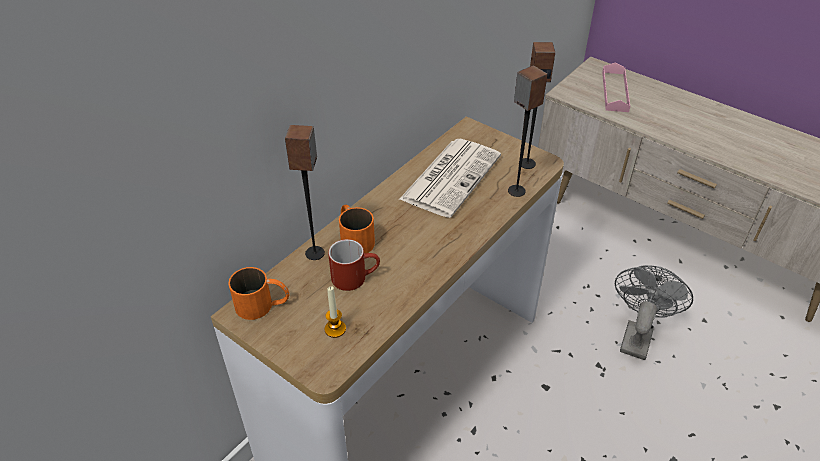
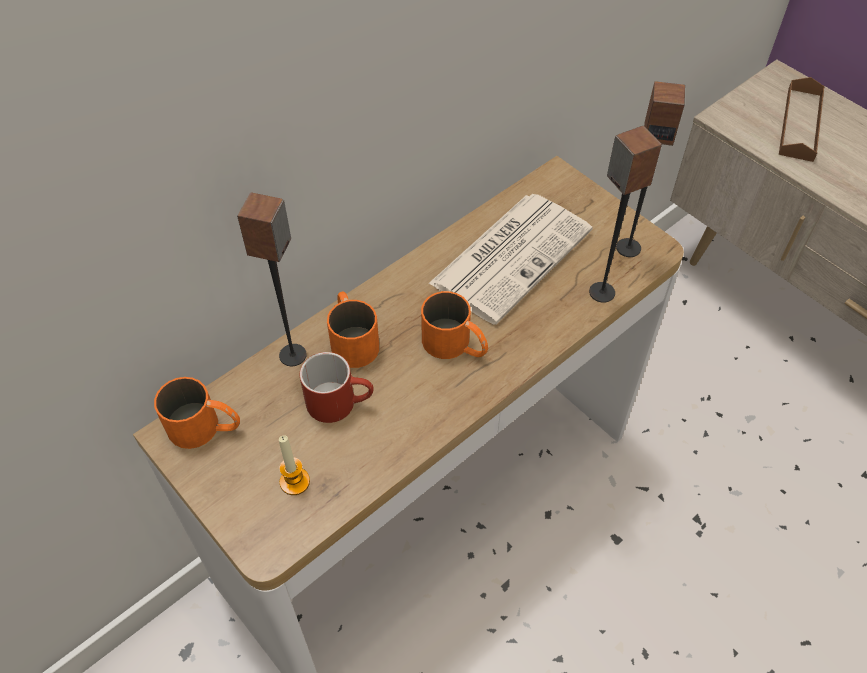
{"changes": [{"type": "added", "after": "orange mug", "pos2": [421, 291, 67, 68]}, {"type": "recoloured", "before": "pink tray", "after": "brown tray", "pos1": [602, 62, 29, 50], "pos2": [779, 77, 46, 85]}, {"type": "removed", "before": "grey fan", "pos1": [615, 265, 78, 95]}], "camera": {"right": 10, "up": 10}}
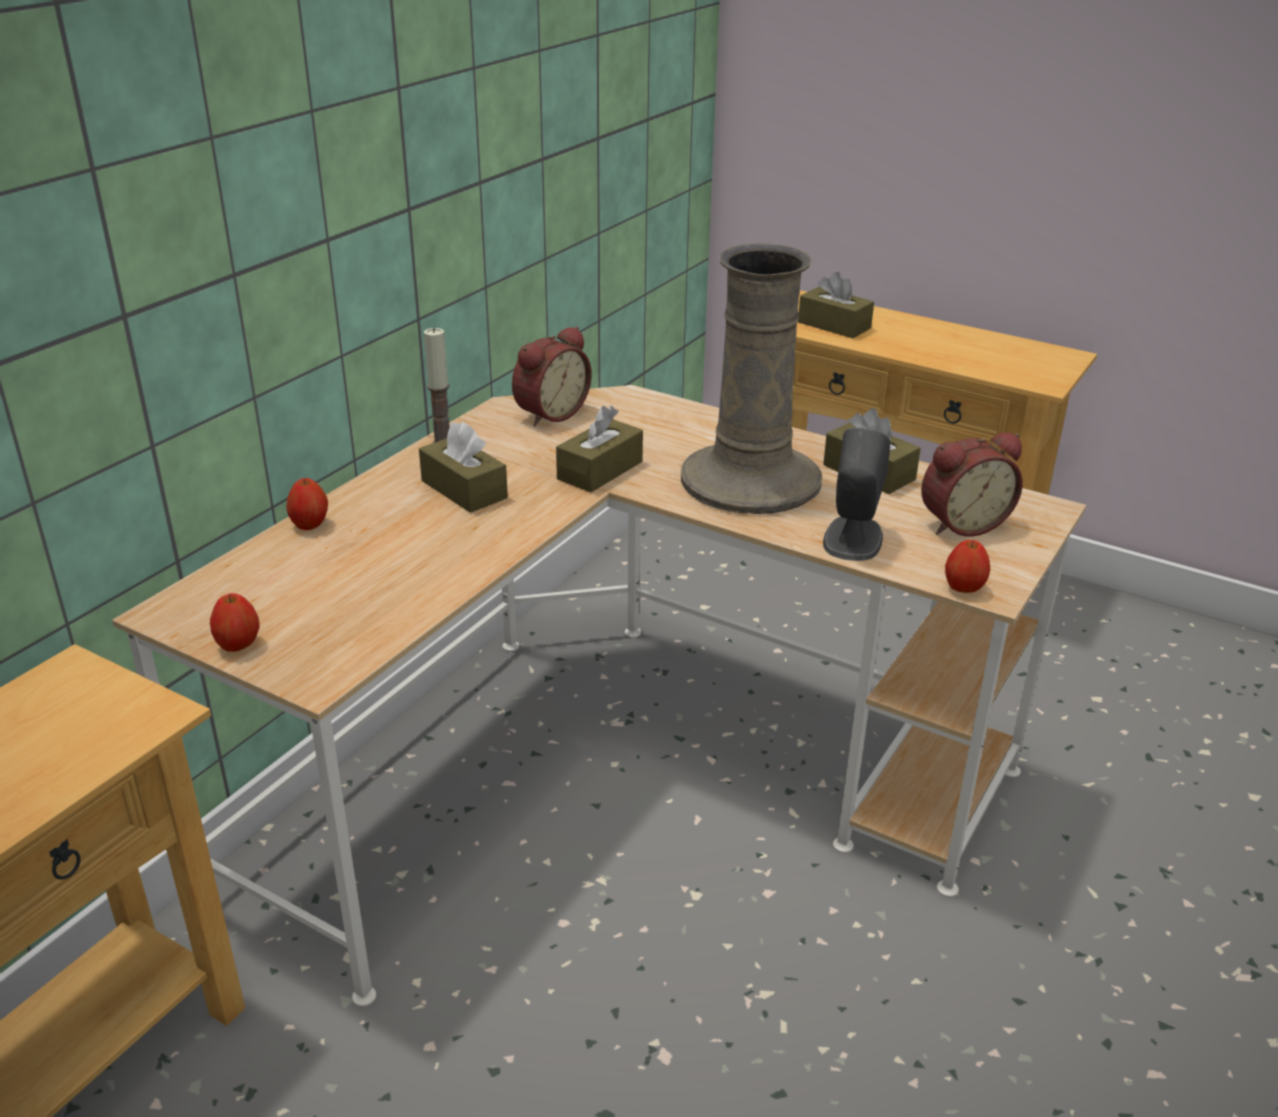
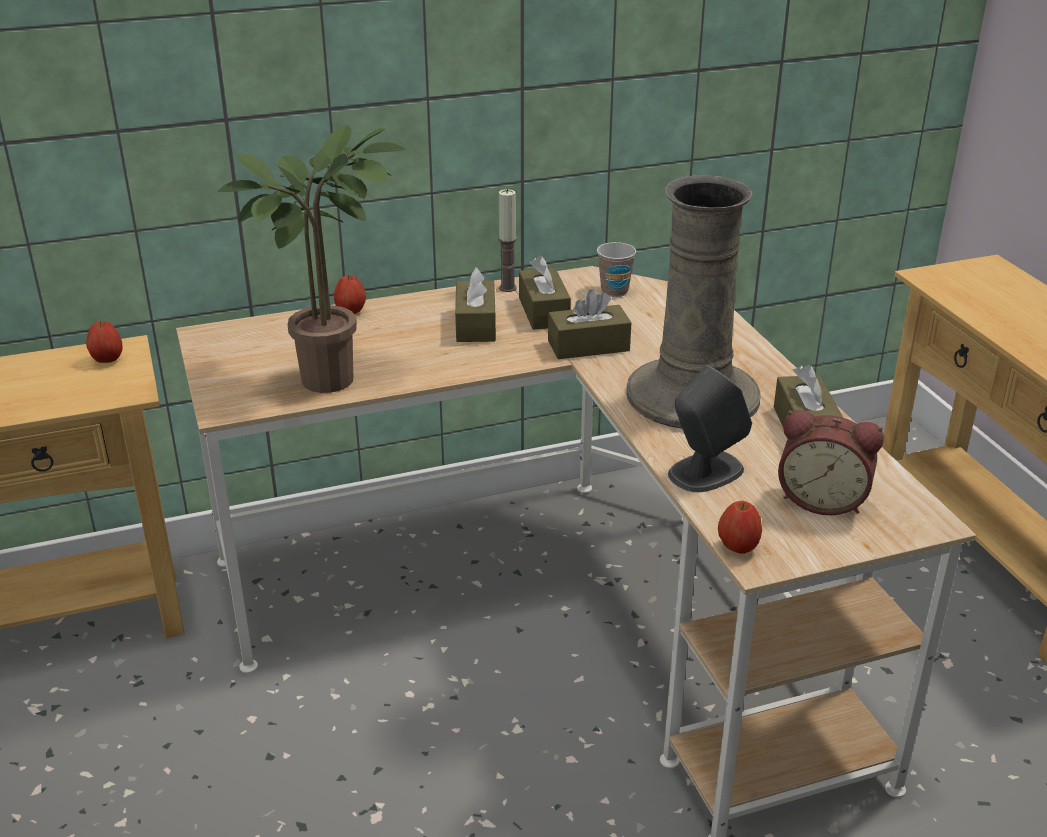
{"changes": [{"type": "moved", "before": "apple", "pos1": [210, 593, 49, 59], "pos2": [86, 321, 37, 42]}, {"type": "added", "after": "potted plant", "pos2": [217, 125, 189, 268]}, {"type": "moved", "before": "brown tissue box", "pos1": [798, 272, 76, 66], "pos2": [519, 256, 52, 74]}, {"type": "replaced", "before": "alarm clock", "after": "cup", "pos1": [512, 326, 80, 100], "pos2": [597, 242, 39, 55]}], "camera": {"right": 40, "up": 0}}
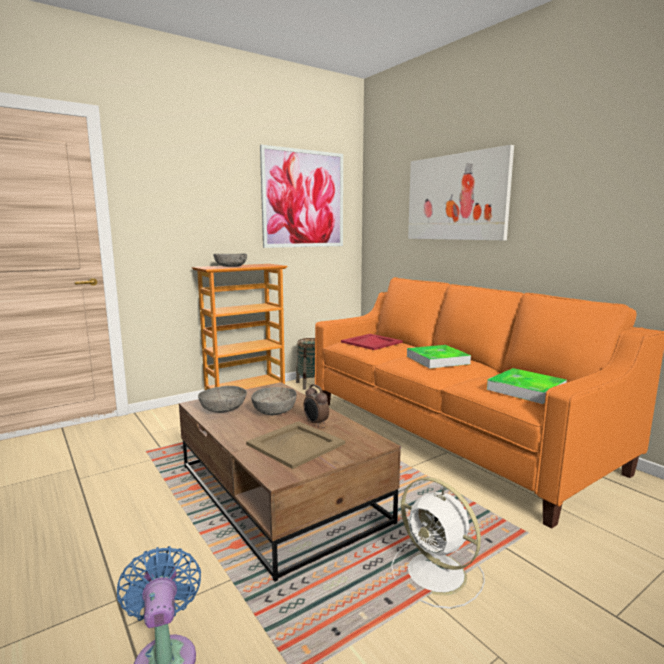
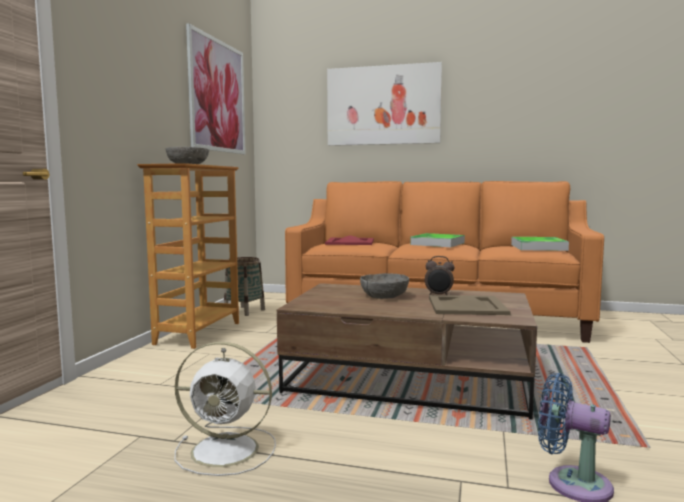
{"changes": [{"type": "moved", "before": "white fan", "pos1": [391, 477, 94, 132], "pos2": [174, 342, 102, 134]}, {"type": "removed", "before": "grey bowl", "pos1": [198, 386, 49, 27]}], "camera": {"right": -40, "up": -5}}
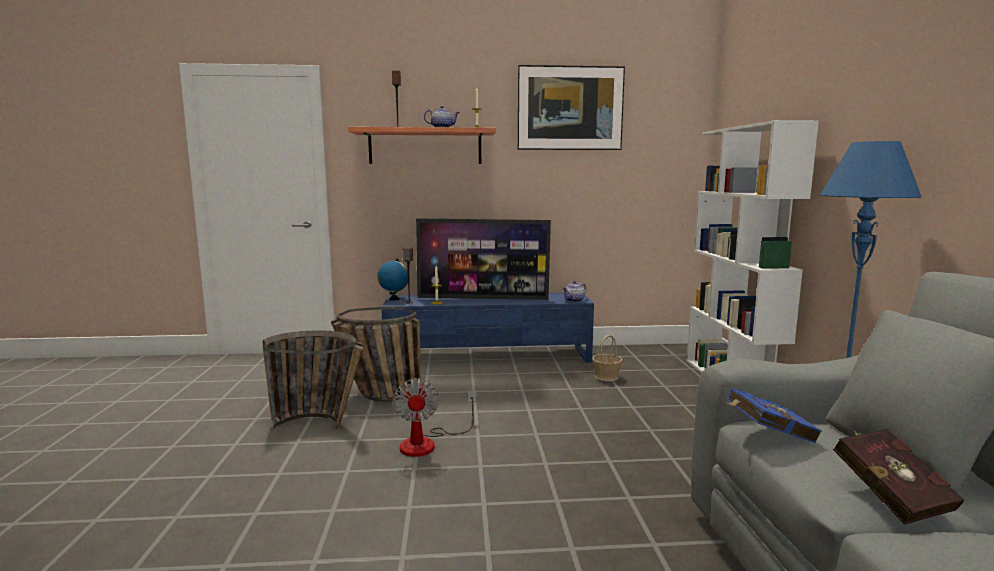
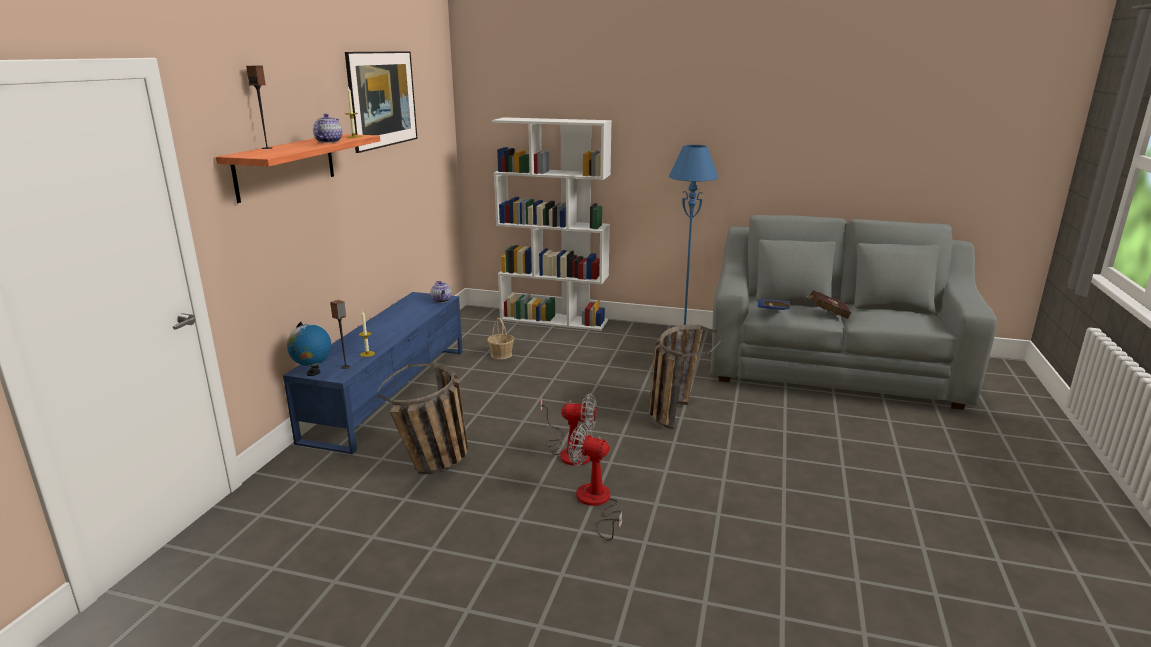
{"changes": [{"type": "added", "after": "fan", "pos2": [568, 423, 55, 118]}, {"type": "moved", "before": "basket", "pos1": [262, 330, 101, 100], "pos2": [649, 324, 72, 105]}, {"type": "removed", "before": "television", "pos1": [416, 218, 135, 82]}], "camera": {"right": -70, "up": 10}}
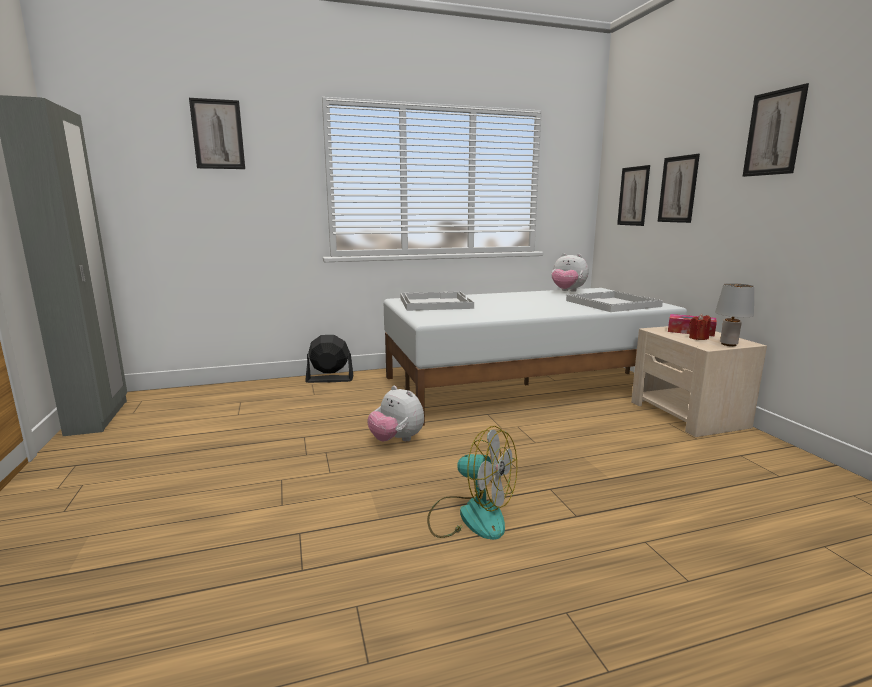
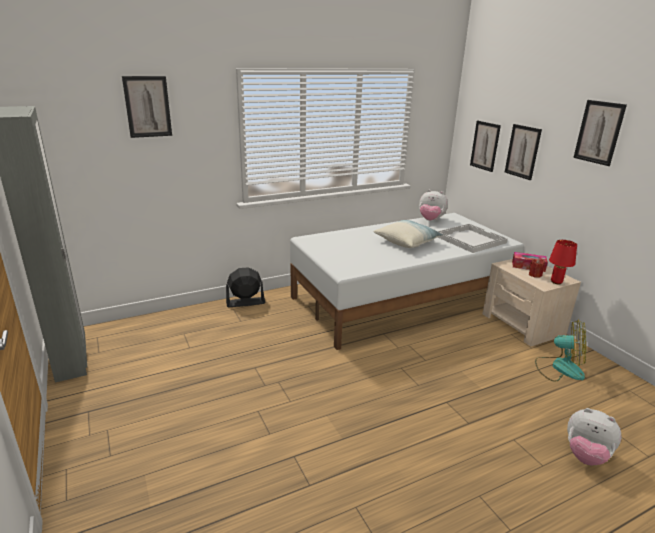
{"changes": [{"type": "added", "after": "pillow", "pos2": [373, 220, 70, 28]}, {"type": "moved", "before": "fan", "pos1": [427, 426, 90, 114], "pos2": [535, 320, 51, 62]}, {"type": "recoloured", "before": "grey table lamp", "after": "red table lamp", "pos1": [715, 283, 39, 63], "pos2": [549, 240, 28, 44]}, {"type": "moved", "before": "plush toy", "pos1": [368, 386, 56, 56], "pos2": [567, 408, 54, 57]}, {"type": "removed", "before": "white tray", "pos1": [401, 291, 73, 20]}], "camera": {"right": -10, "up": 10}}
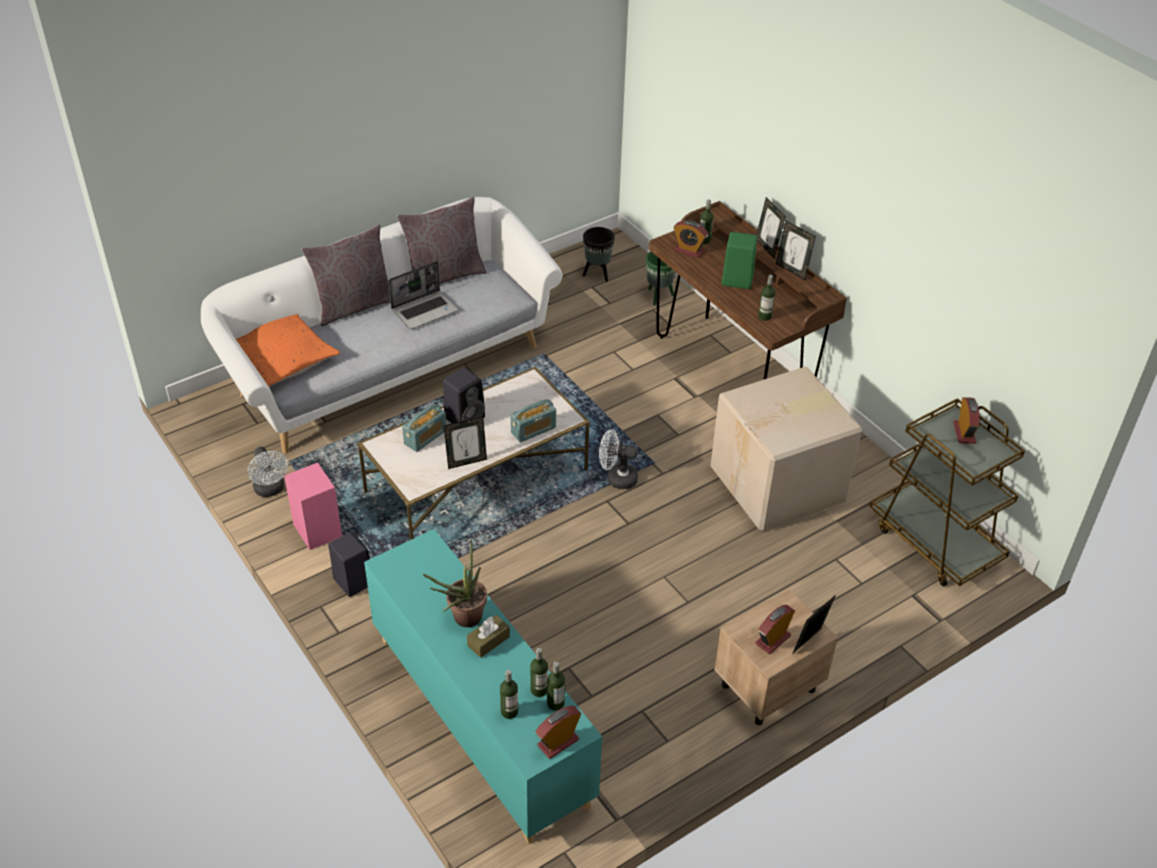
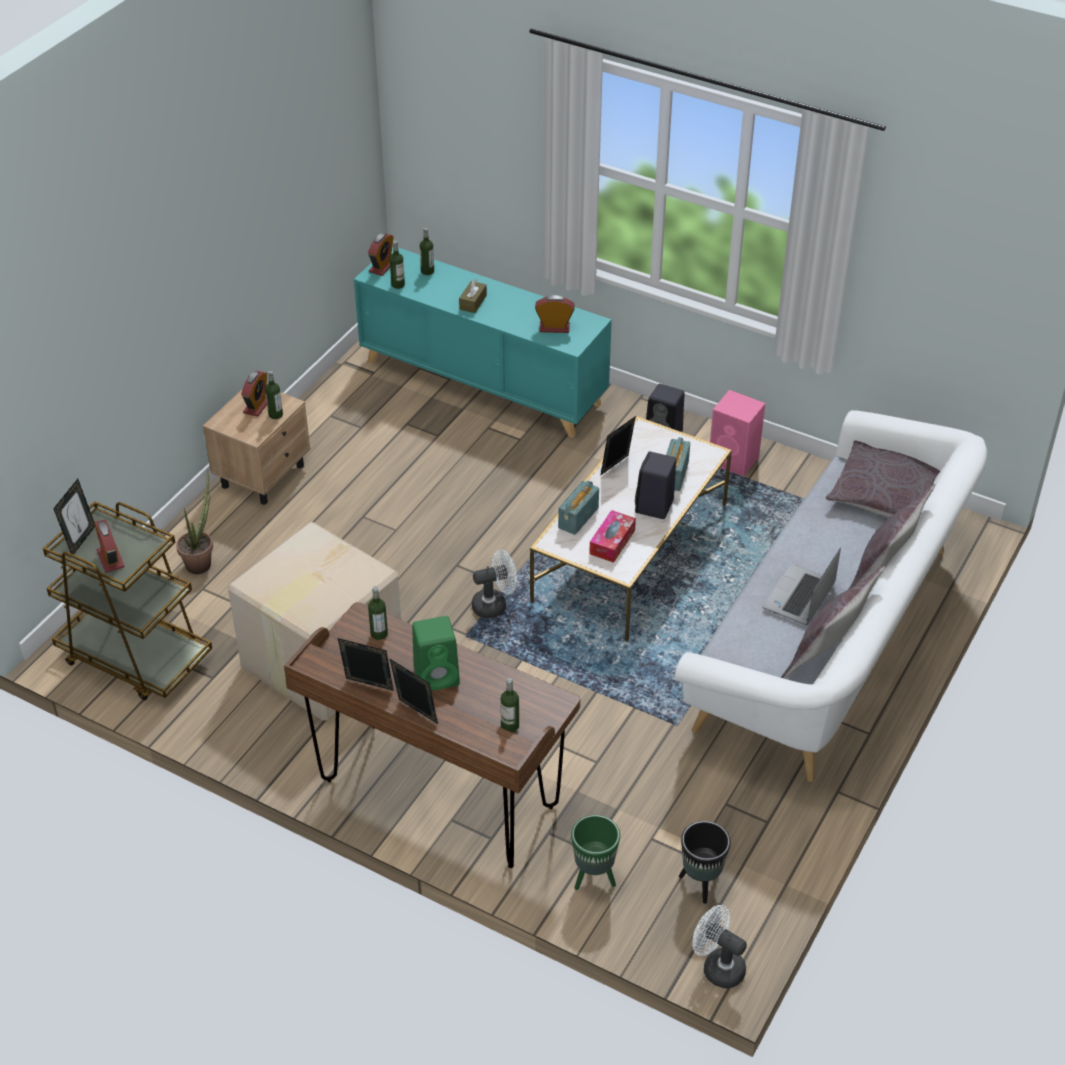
{"changes": [{"type": "moved", "before": "picture frame", "pos1": [793, 595, 43, 58], "pos2": [53, 479, 42, 76]}, {"type": "moved", "before": "potted plant", "pos1": [423, 539, 64, 88], "pos2": [176, 469, 37, 105]}, {"type": "moved", "before": "bottle", "pos1": [530, 648, 18, 49], "pos2": [265, 371, 18, 48]}, {"type": "moved", "before": "alarm clock", "pos1": [674, 220, 35, 38], "pos2": [535, 295, 40, 38]}, {"type": "added", "after": "tissue box", "pos2": [589, 510, 47, 53]}, {"type": "moved", "before": "white fan", "pos1": [247, 447, 41, 50], "pos2": [692, 905, 55, 83]}, {"type": "recoloured", "before": "orange pillow", "after": "grey pillow", "pos1": [236, 314, 104, 73], "pos2": [826, 441, 114, 76]}], "camera": {"right": 155, "up": 0}}
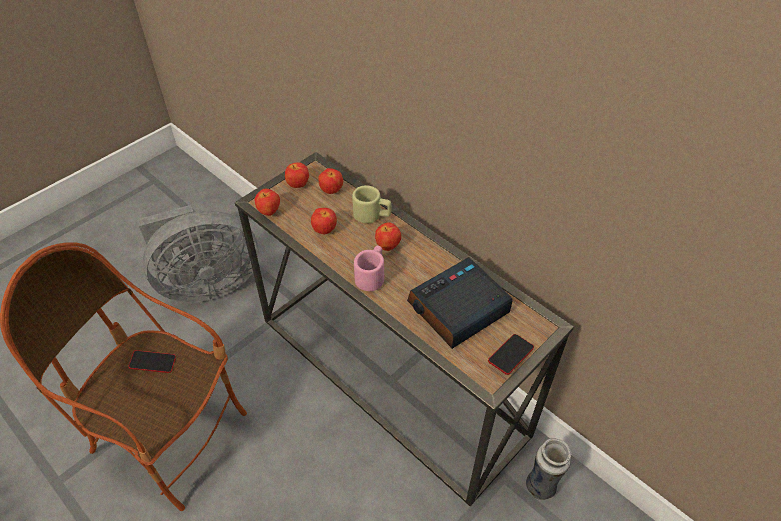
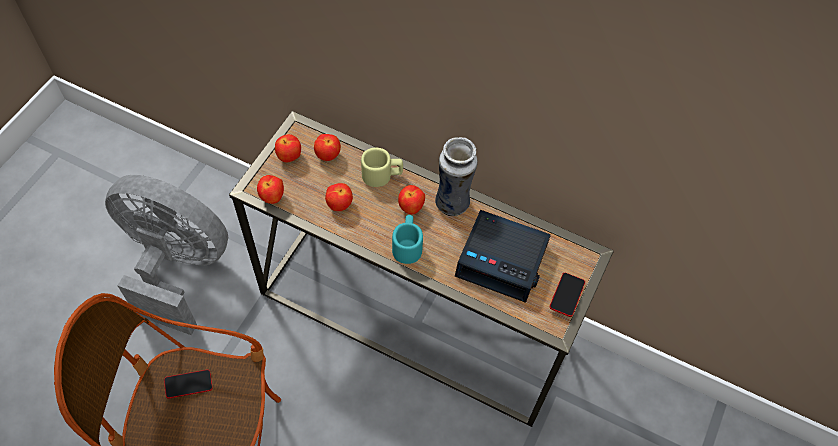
{"changes": [{"type": "turned", "before": "grey fan", "pos1": [137, 205, 122, 98], "pos2": [105, 175, 123, 160], "turn": -120}, {"type": "recoloured", "before": "pink mug", "after": "turquoise mug", "pos1": [354, 246, 30, 45], "pos2": [392, 215, 31, 49]}, {"type": "moved", "before": "vase", "pos1": [526, 438, 45, 62], "pos2": [435, 137, 43, 79]}, {"type": "turned", "before": "alarm clock", "pos1": [407, 257, 106, 92], "pos2": [455, 210, 96, 93], "turn": -105}], "camera": {"right": -20, "up": 10}}
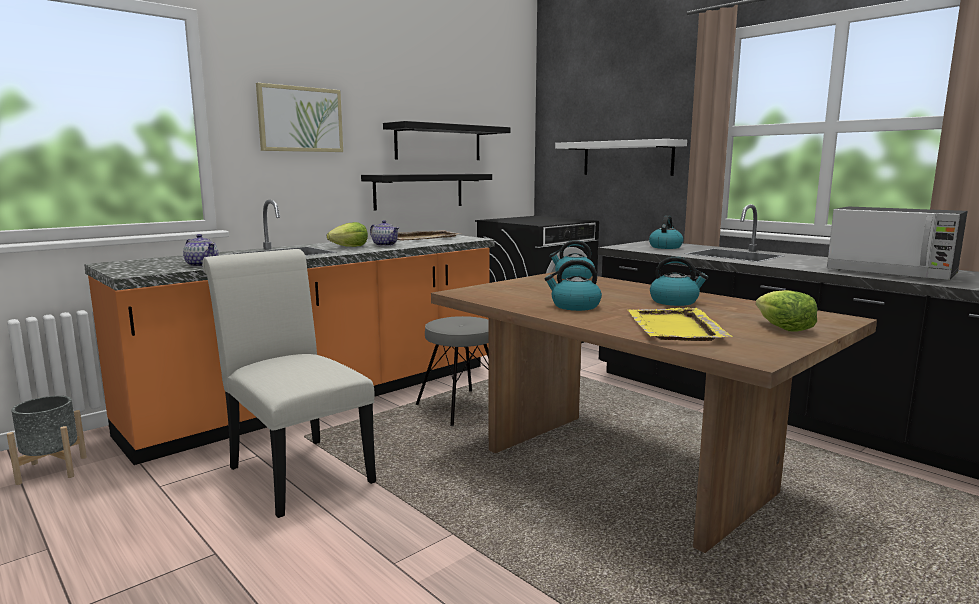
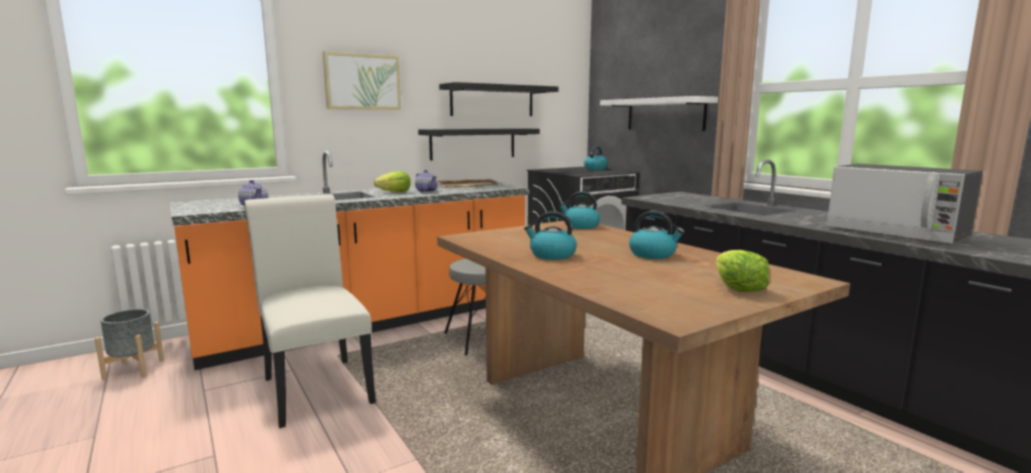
{"changes": [{"type": "moved", "before": "kettle", "pos1": [649, 216, 34, 33], "pos2": [584, 146, 24, 24]}, {"type": "removed", "before": "yellow tray", "pos1": [628, 307, 105, 34]}], "camera": {"right": 10, "up": 0}}
